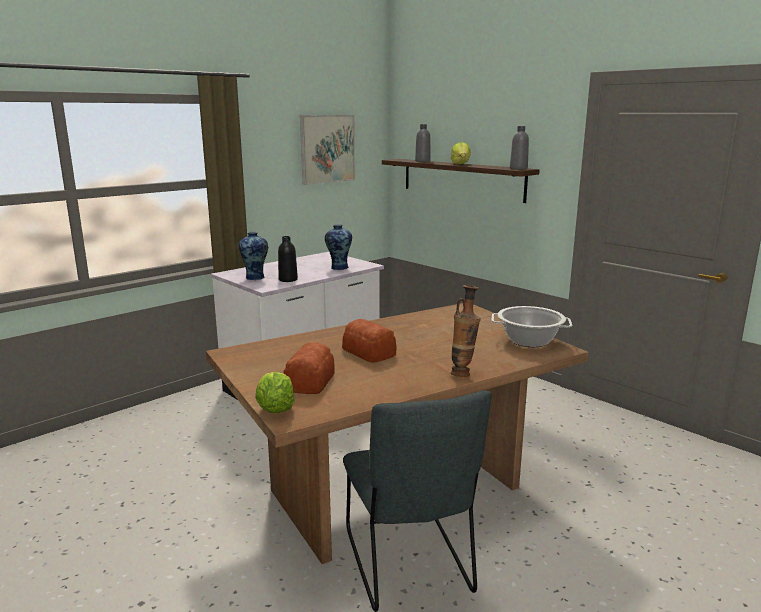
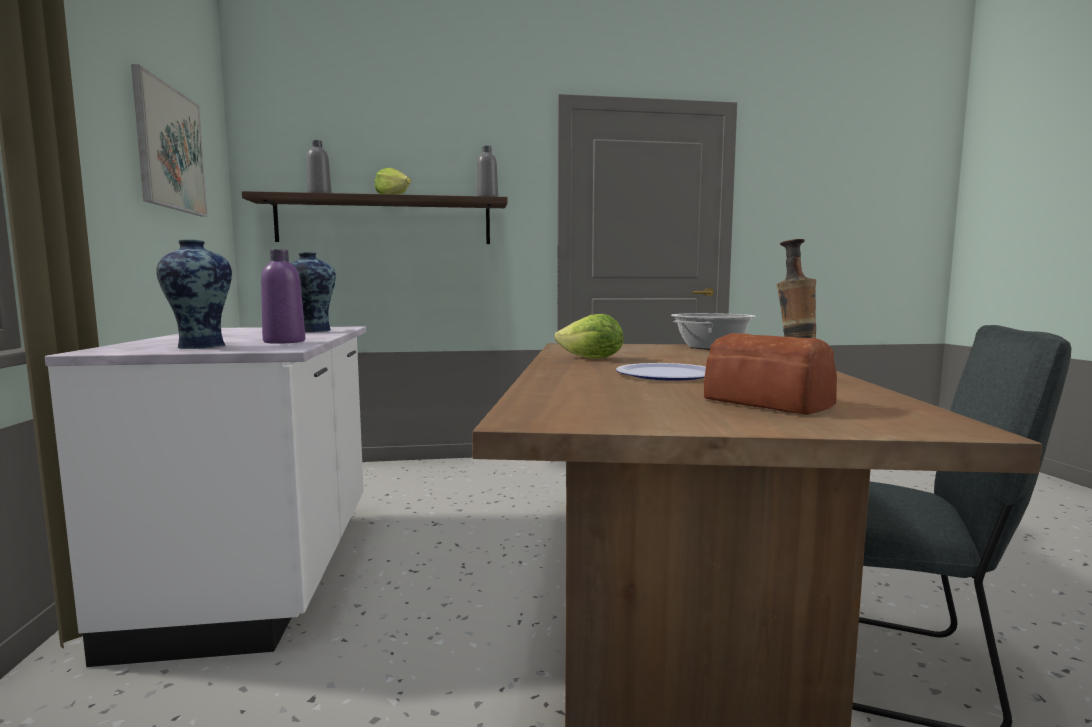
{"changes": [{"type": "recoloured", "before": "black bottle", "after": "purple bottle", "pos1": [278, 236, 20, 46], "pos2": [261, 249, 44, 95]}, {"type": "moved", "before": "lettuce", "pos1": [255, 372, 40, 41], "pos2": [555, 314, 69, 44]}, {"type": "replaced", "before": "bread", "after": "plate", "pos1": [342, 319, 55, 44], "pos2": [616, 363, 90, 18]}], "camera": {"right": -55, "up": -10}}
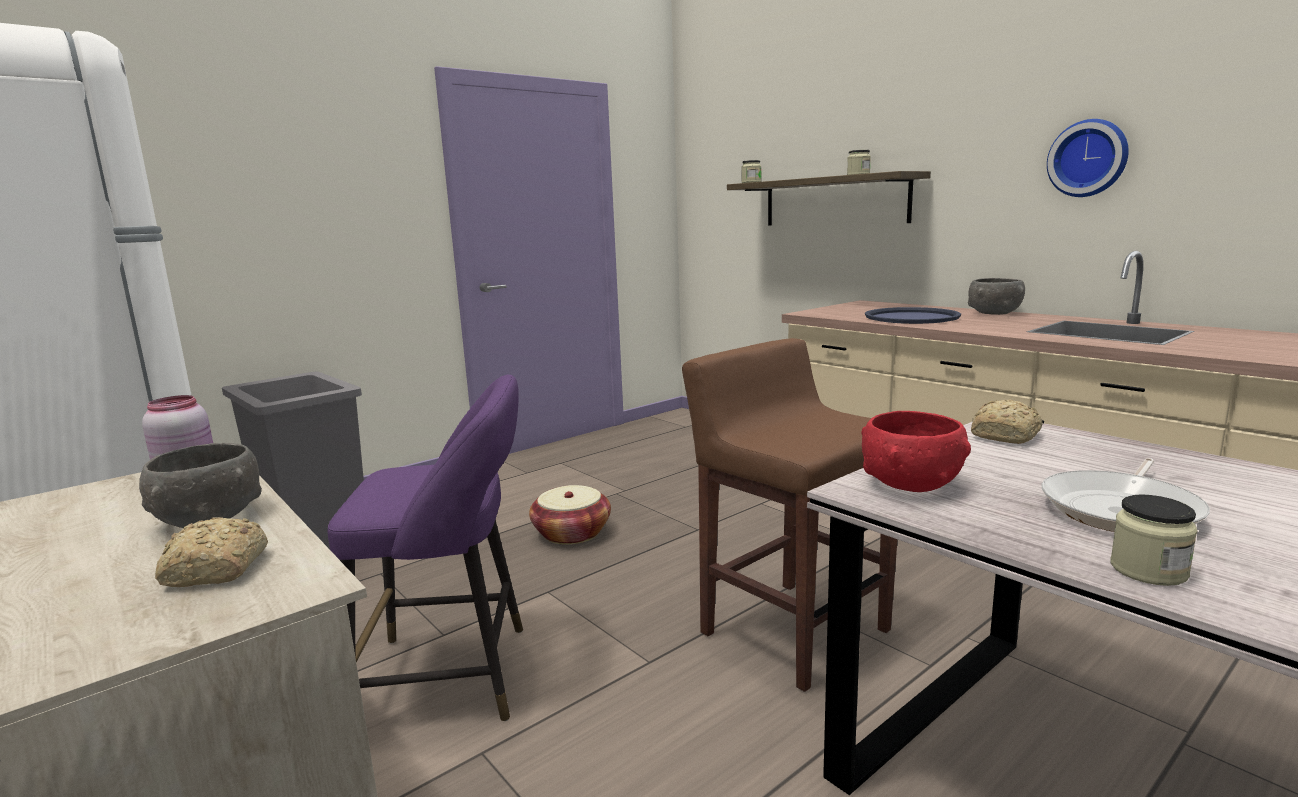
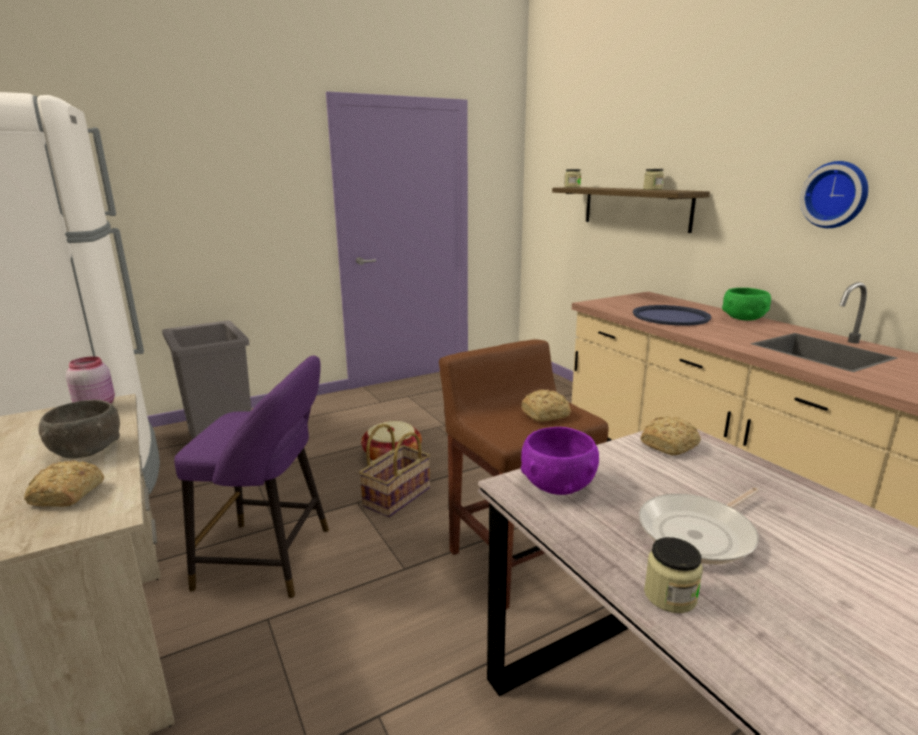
{"changes": [{"type": "added", "after": "basket", "pos2": [359, 424, 71, 94]}, {"type": "added", "after": "bread", "pos2": [521, 389, 50, 33]}, {"type": "recoloured", "before": "red bowl", "after": "purple bowl", "pos1": [861, 411, 110, 81], "pos2": [521, 427, 78, 68]}, {"type": "recoloured", "before": "grey bowl", "after": "green bowl", "pos1": [968, 278, 57, 37], "pos2": [722, 288, 49, 33]}], "camera": {"right": 10, "up": 5}}
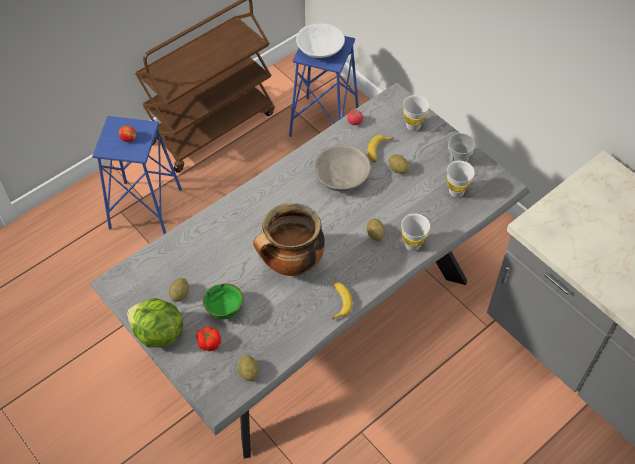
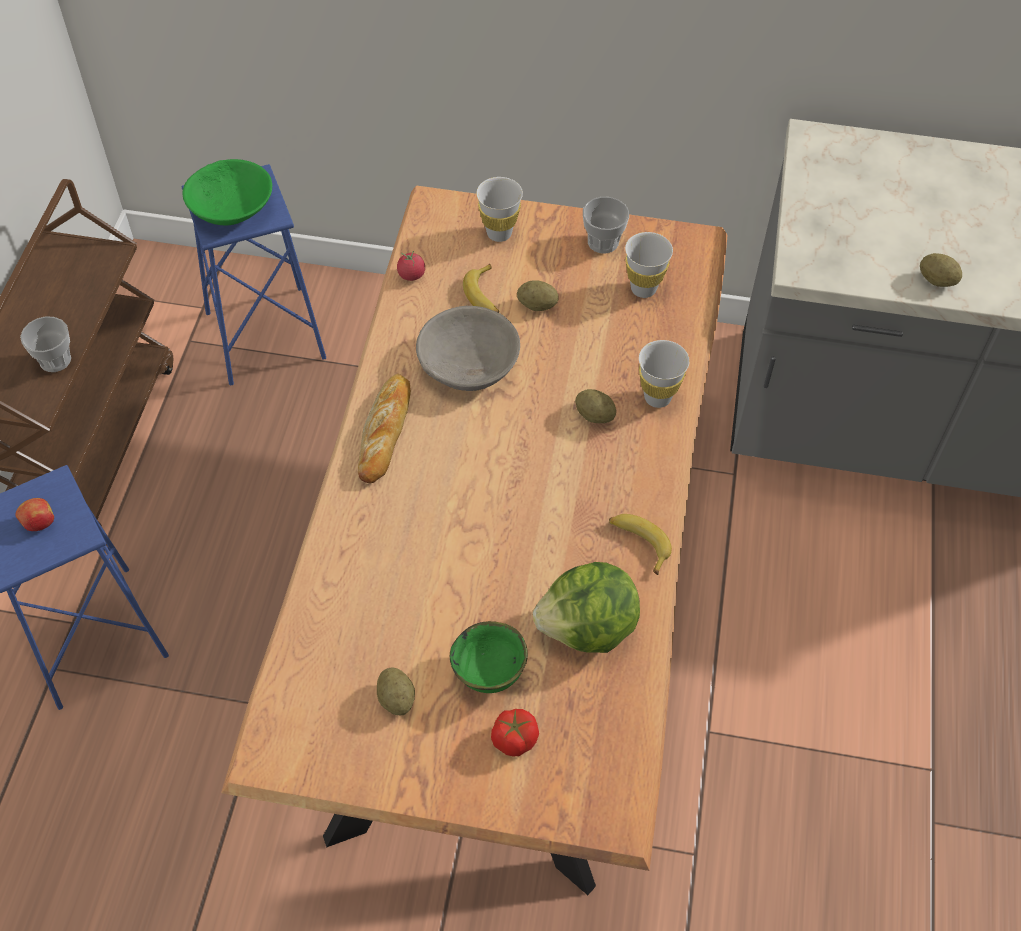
{"changes": [{"type": "added", "after": "cup", "pos2": [20, 316, 51, 56]}, {"type": "recoloured", "before": "white bowl", "after": "green bowl", "pos1": [296, 23, 49, 35], "pos2": [183, 159, 89, 67]}, {"type": "recoloured", "before": "grey dining table", "after": "brown dining table", "pos1": [90, 82, 440, 376], "pos2": [221, 186, 507, 709]}, {"type": "added", "after": "bread", "pos2": [358, 374, 53, 110]}, {"type": "moved", "before": "lettuce", "pos1": [127, 298, 56, 50], "pos2": [533, 562, 107, 91]}, {"type": "moved", "before": "potato", "pos1": [238, 355, 21, 26], "pos2": [920, 253, 42, 34]}, {"type": "removed", "before": "cooking pot", "pos1": [253, 204, 72, 72]}], "camera": {"right": -40, "up": 0}}
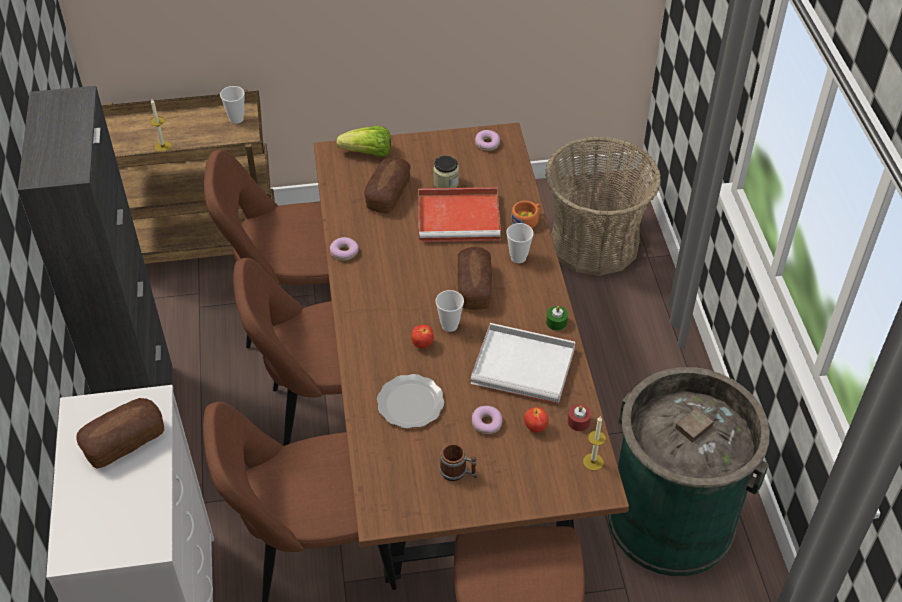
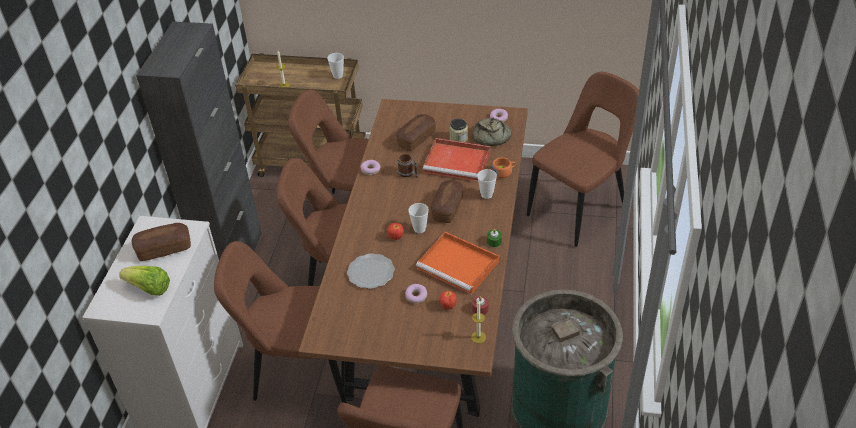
{"changes": [{"type": "moved", "before": "lettuce", "pos1": [336, 126, 55, 31], "pos2": [119, 266, 51, 30]}, {"type": "moved", "before": "mug", "pos1": [439, 443, 38, 38], "pos2": [398, 154, 20, 24]}, {"type": "recoloured", "before": "white tray", "after": "orange tray", "pos1": [471, 323, 104, 81], "pos2": [416, 232, 83, 63]}, {"type": "added", "after": "bread", "pos2": [473, 117, 39, 29]}, {"type": "replaced", "before": "basket", "after": "brown chair", "pos1": [545, 137, 116, 139], "pos2": [527, 72, 112, 175]}], "camera": {"right": 20, "up": -5}}
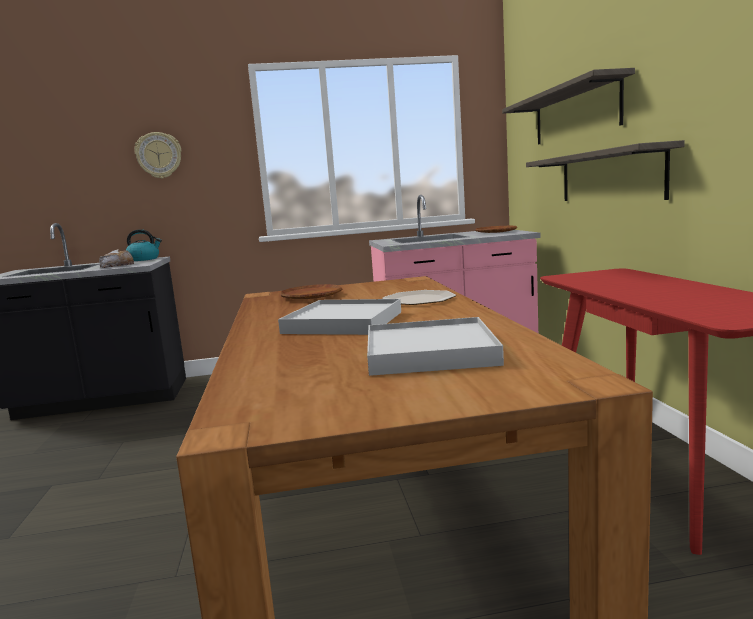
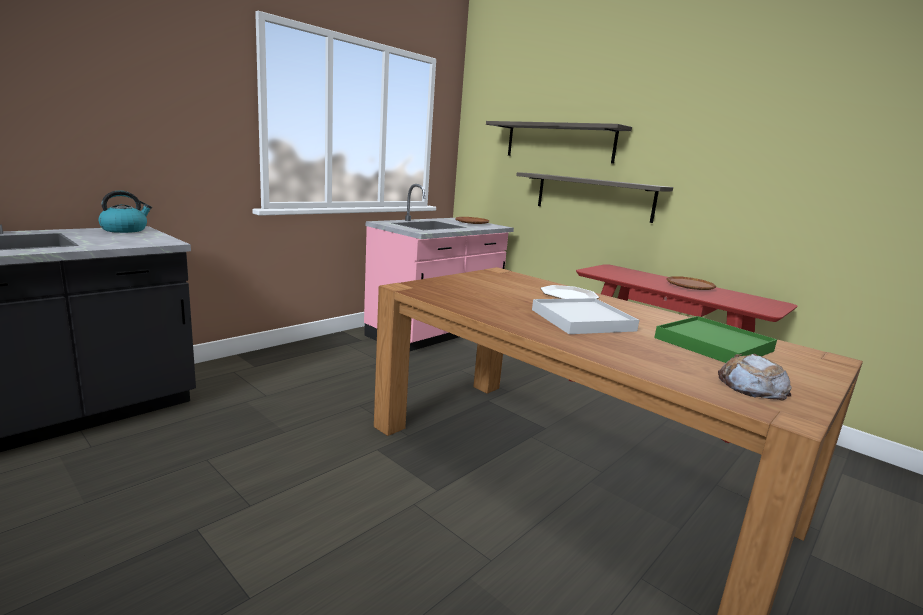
{"changes": [{"type": "recoloured", "before": "white tray", "after": "green tray", "pos1": [367, 317, 137, 59], "pos2": [654, 316, 123, 47]}, {"type": "moved", "before": "brown plate", "pos1": [280, 284, 62, 15], "pos2": [666, 276, 50, 14]}, {"type": "moved", "before": "bread", "pos1": [99, 249, 35, 19], "pos2": [718, 354, 74, 46]}, {"type": "removed", "before": "wall clock", "pos1": [134, 132, 48, 47]}], "camera": {"right": -40, "up": 5}}
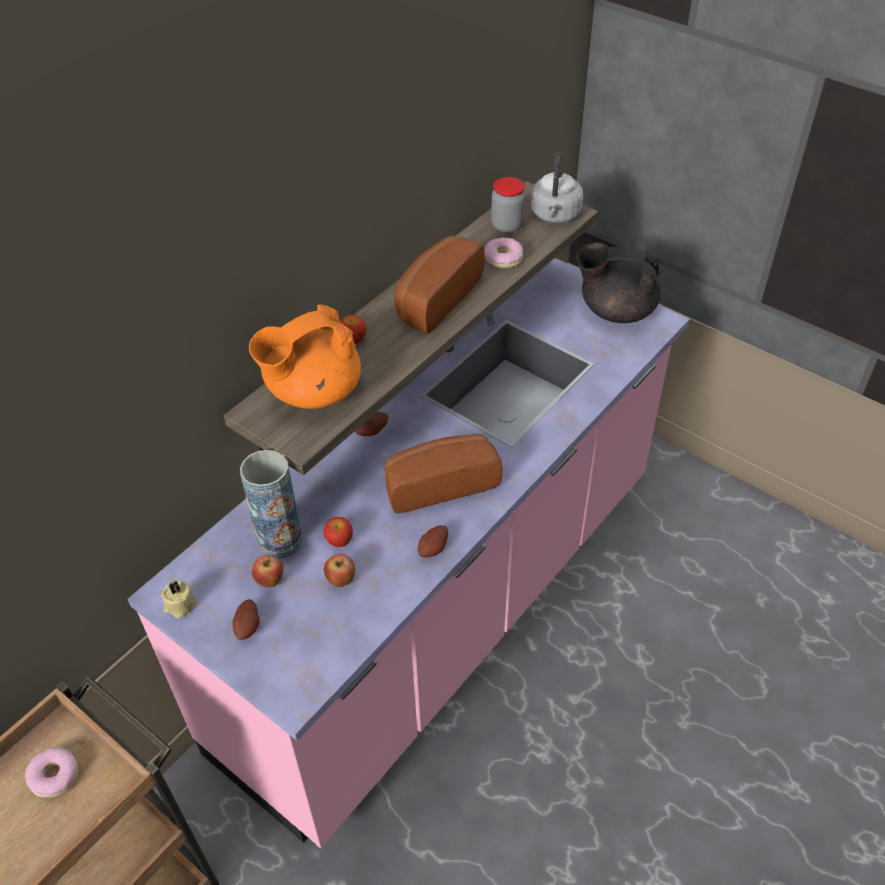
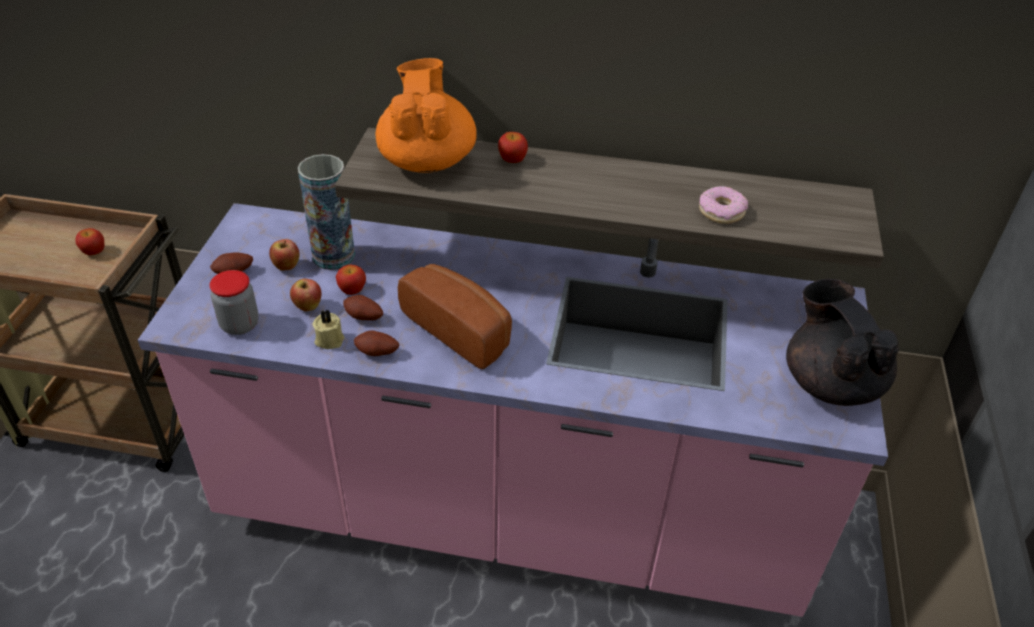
{"changes": [{"type": "replaced", "before": "donut", "after": "apple", "pos1": [25, 747, 54, 51], "pos2": [76, 228, 28, 27]}, {"type": "moved", "before": "jar", "pos1": [491, 177, 35, 56], "pos2": [209, 270, 50, 65]}, {"type": "moved", "before": "beige candle", "pos1": [161, 581, 35, 37], "pos2": [312, 309, 33, 40]}, {"type": "moved", "before": "potato", "pos1": [355, 412, 33, 25], "pos2": [343, 295, 40, 26]}, {"type": "turned", "before": "orange teapot", "pos1": [249, 304, 112, 105], "pos2": [375, 58, 102, 115], "turn": 60}, {"type": "removed", "before": "bread", "pos1": [394, 236, 90, 98]}, {"type": "removed", "before": "grey kettle", "pos1": [531, 152, 52, 71]}], "camera": {"right": 60, "up": -5}}
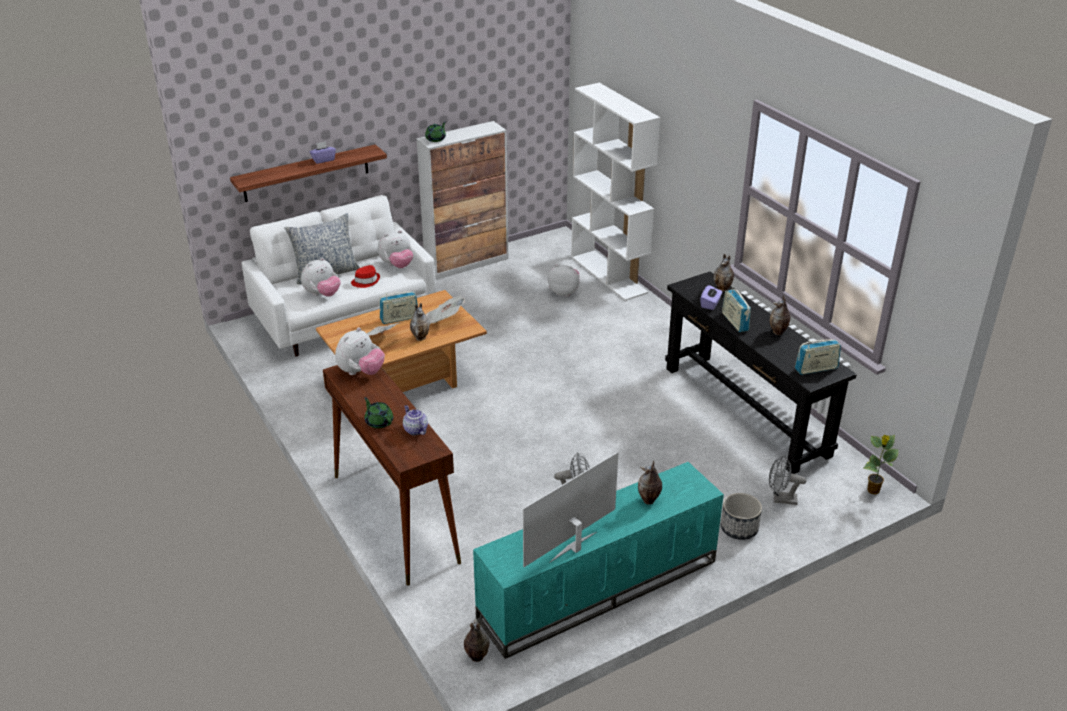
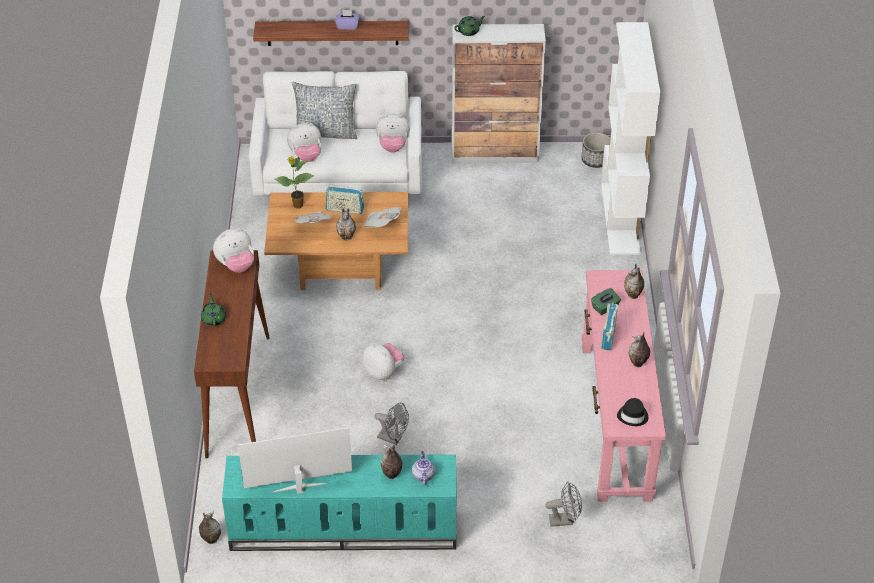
{"changes": [{"type": "moved", "before": "potted plant", "pos1": [863, 435, 36, 59], "pos2": [275, 156, 39, 53]}, {"type": "moved", "before": "plush toy", "pos1": [548, 264, 32, 33], "pos2": [363, 343, 41, 37]}, {"type": "moved", "before": "teapot", "pos1": [403, 405, 25, 30], "pos2": [412, 451, 23, 35]}, {"type": "turned", "before": "grey fan", "pos1": [769, 455, 38, 50], "pos2": [545, 482, 37, 45], "turn": 135}, {"type": "moved", "before": "planter", "pos1": [721, 493, 41, 47], "pos2": [581, 133, 30, 35]}, {"type": "recoloured", "before": "black console table", "after": "pink console table", "pos1": [665, 271, 192, 203], "pos2": [582, 270, 84, 232]}, {"type": "recoloured", "before": "purple tissue box", "after": "green tissue box", "pos1": [700, 285, 23, 25], "pos2": [591, 288, 30, 27]}, {"type": "replaced", "before": "radio", "after": "black hat", "pos1": [795, 340, 46, 35], "pos2": [617, 398, 31, 28]}, {"type": "removed", "before": "red hat", "pos1": [351, 265, 29, 23]}], "camera": {"right": 30, "up": 10}}
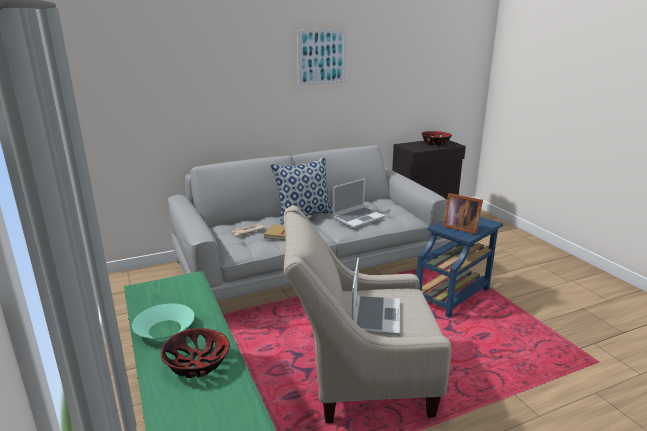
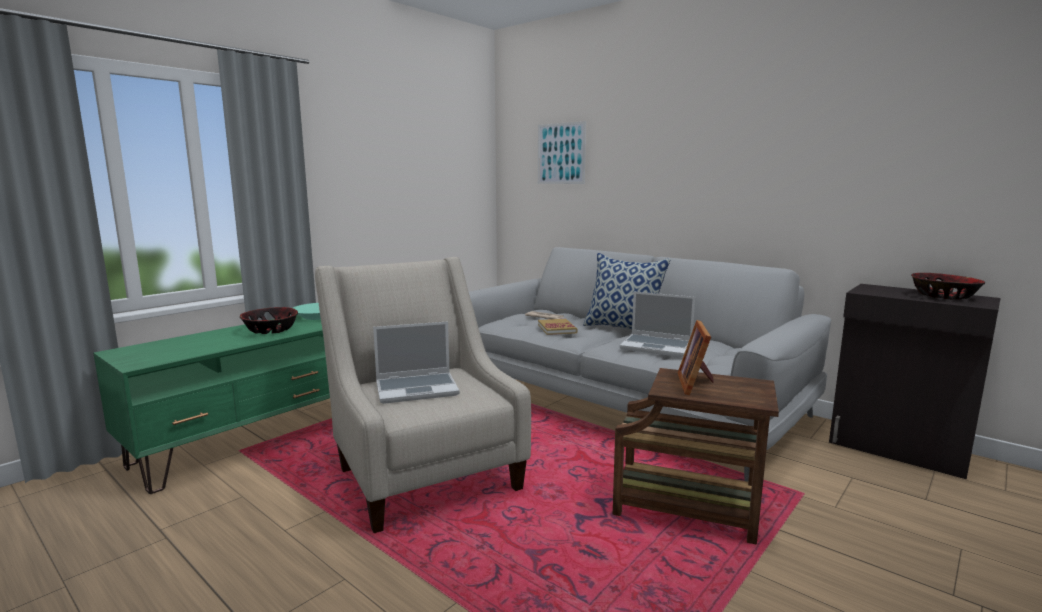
{"changes": [{"type": "moved", "before": "picture", "pos1": [297, 29, 49, 57], "pos2": [538, 121, 48, 63]}, {"type": "recoloured", "before": "blue side table", "after": "brown side table", "pos1": [416, 217, 87, 101], "pos2": [613, 368, 166, 177]}], "camera": {"right": 65, "up": -10}}
